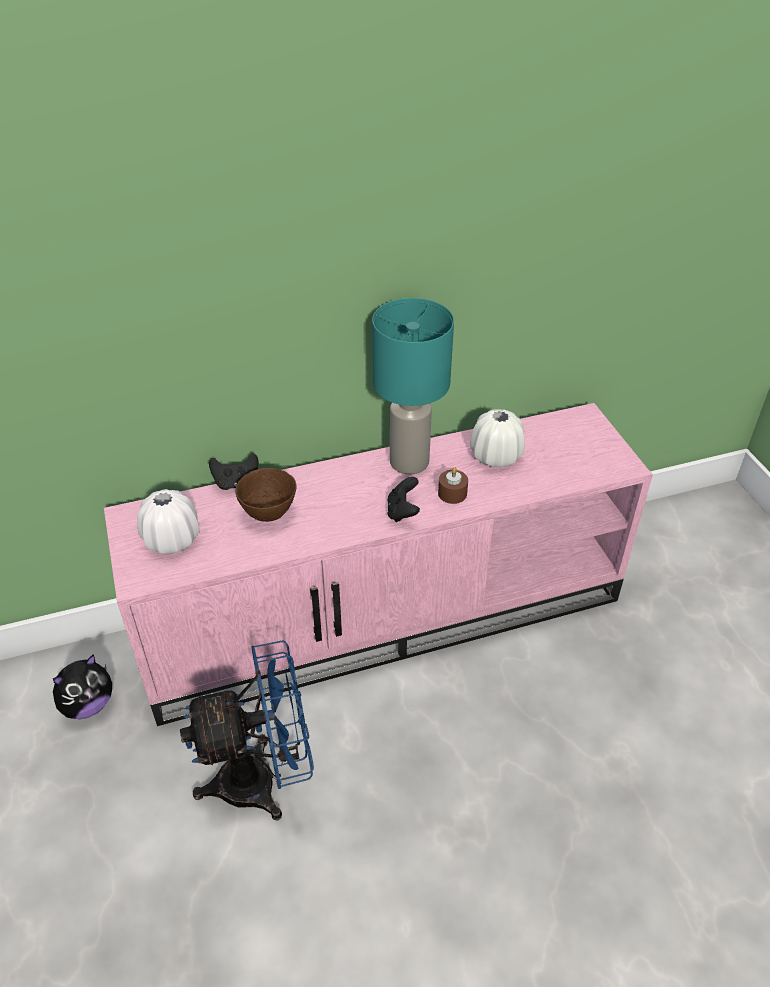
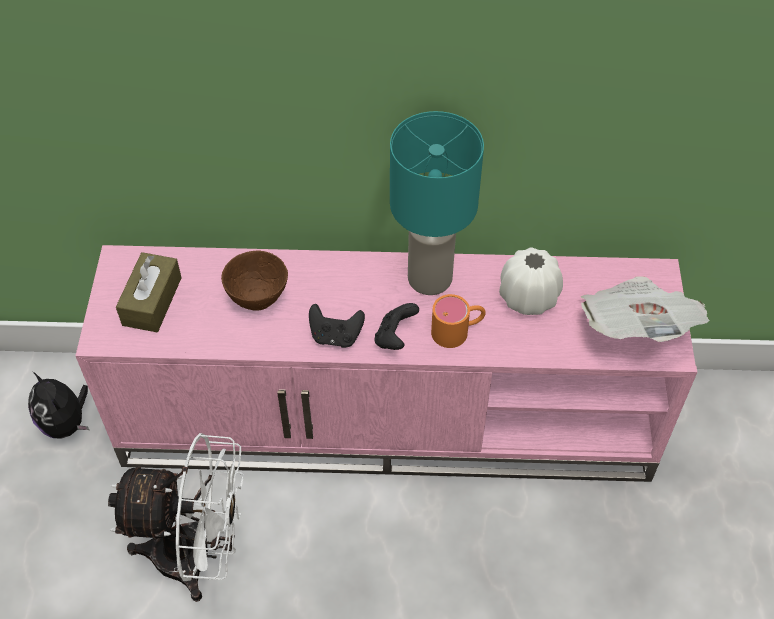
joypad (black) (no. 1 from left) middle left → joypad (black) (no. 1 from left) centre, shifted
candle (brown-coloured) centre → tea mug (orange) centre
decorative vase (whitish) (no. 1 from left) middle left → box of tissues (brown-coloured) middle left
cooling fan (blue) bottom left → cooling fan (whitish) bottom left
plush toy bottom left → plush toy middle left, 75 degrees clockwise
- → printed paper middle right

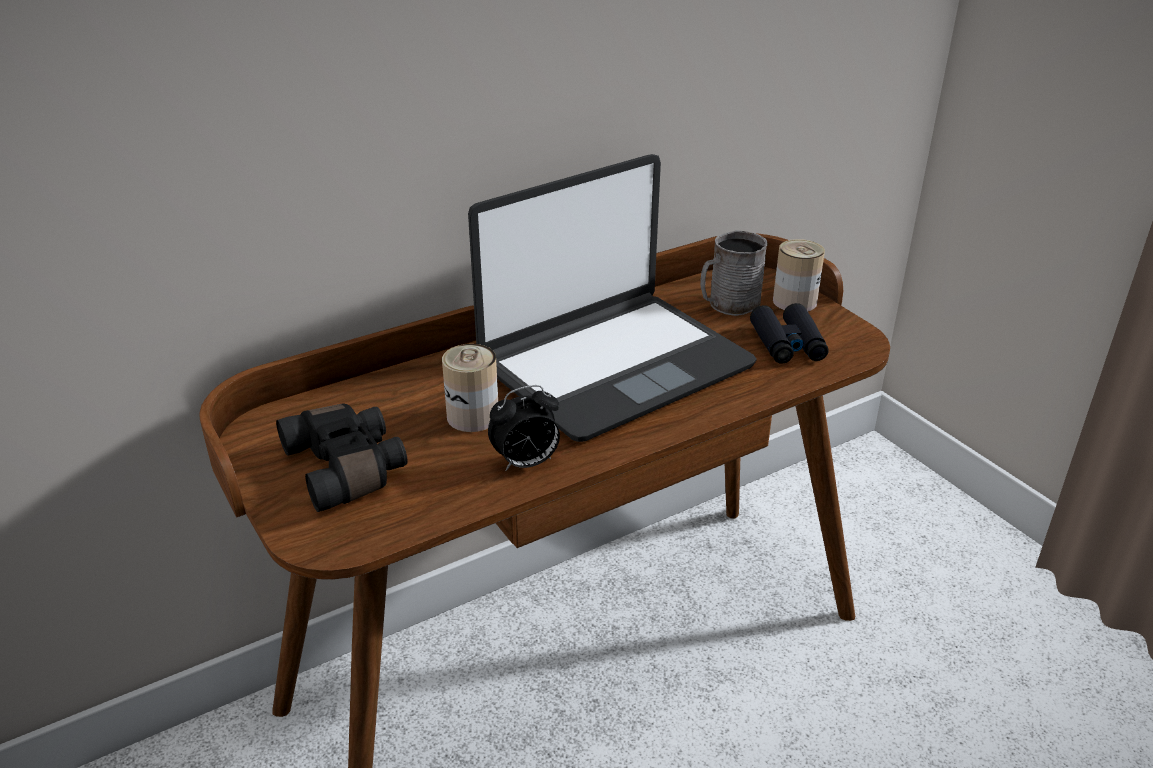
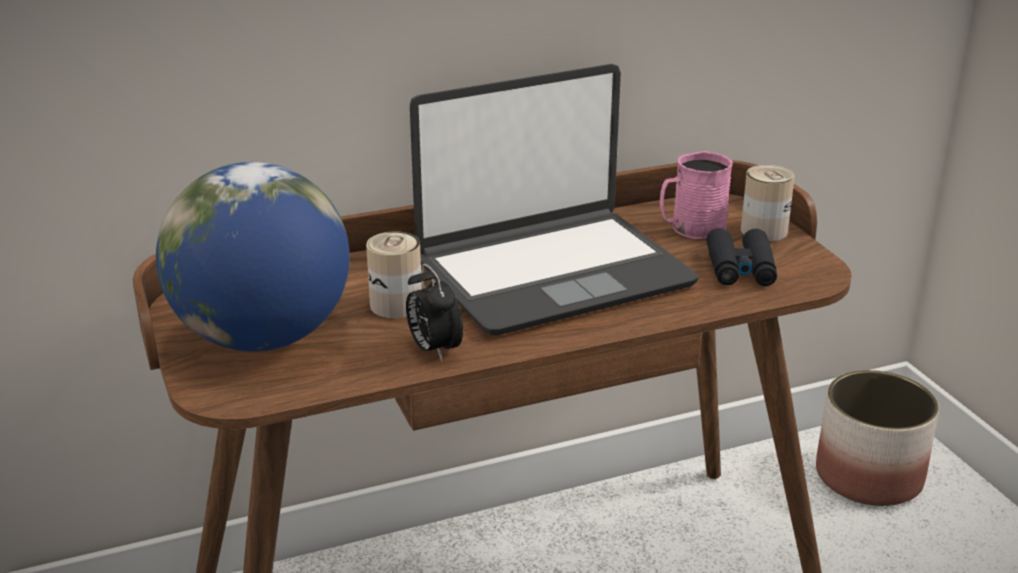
tea mug (greyish) centre → tea mug (pink) middle right
alarm clock centre, 75 degrees clockwise
field glasses (black) (no. 1 from left) middle left → desk globe middle left
- → planter bottom right

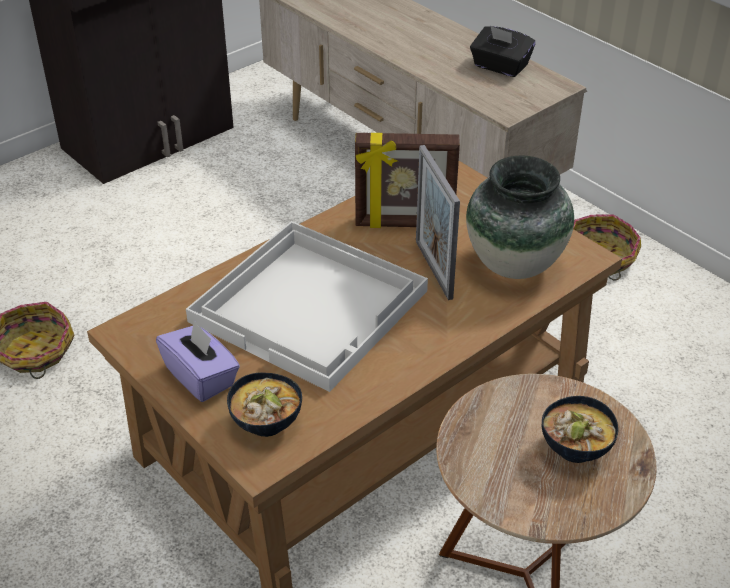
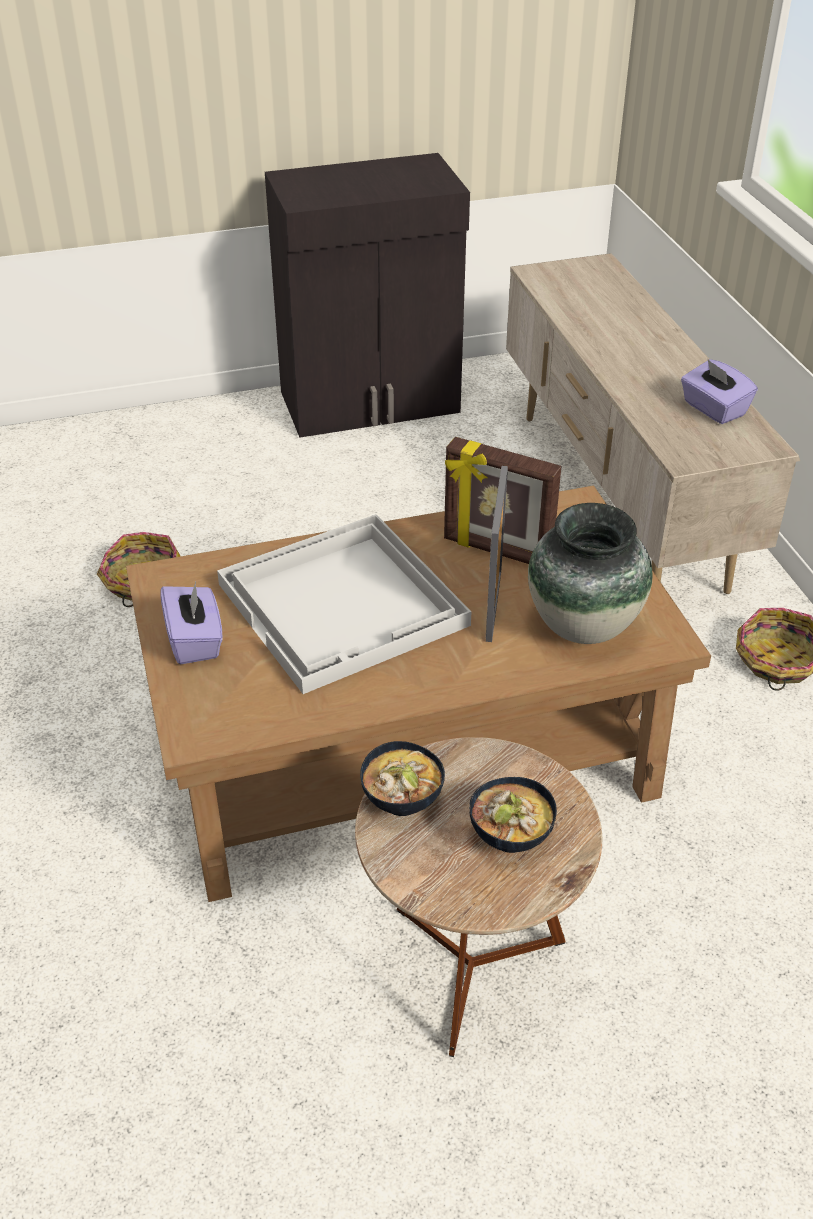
box of tissues (black) top right → box of tissues (purplish) (no. 2 from left) top right
serving bowl (no. 1 from left) bottom centre → serving bowl (no. 1 from left) centre, shifted

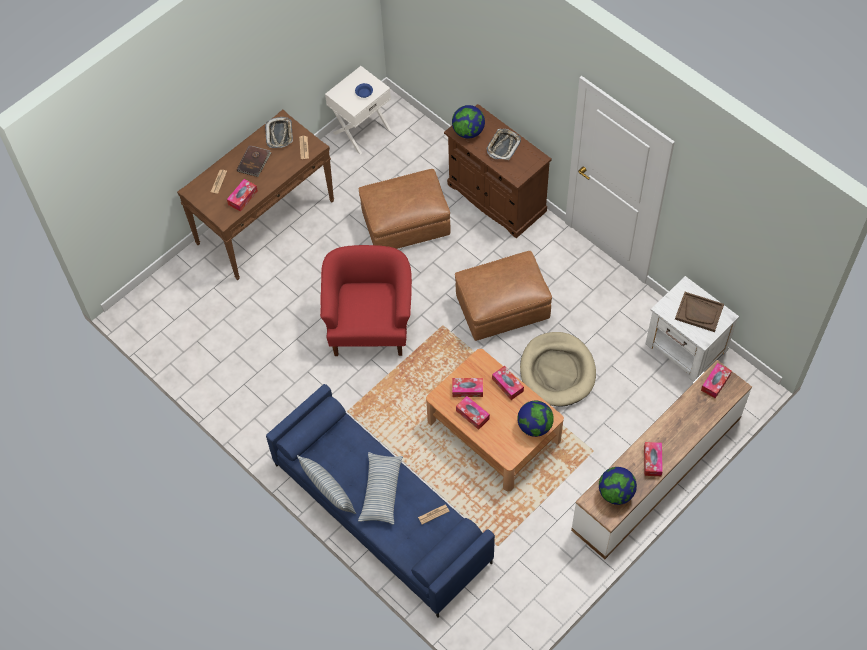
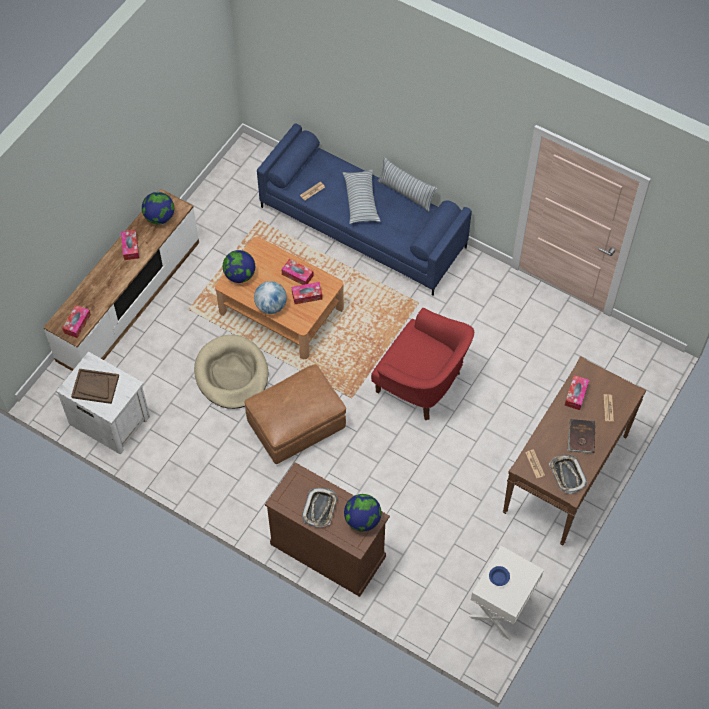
pouffe (brown-coloured) (no. 1 from left) top centre → -
easy chair (reddish) centre, 45 degrees counterclockwise
box of tissues (no. 4 from left) centre → desk globe (no. 3 from left) centre

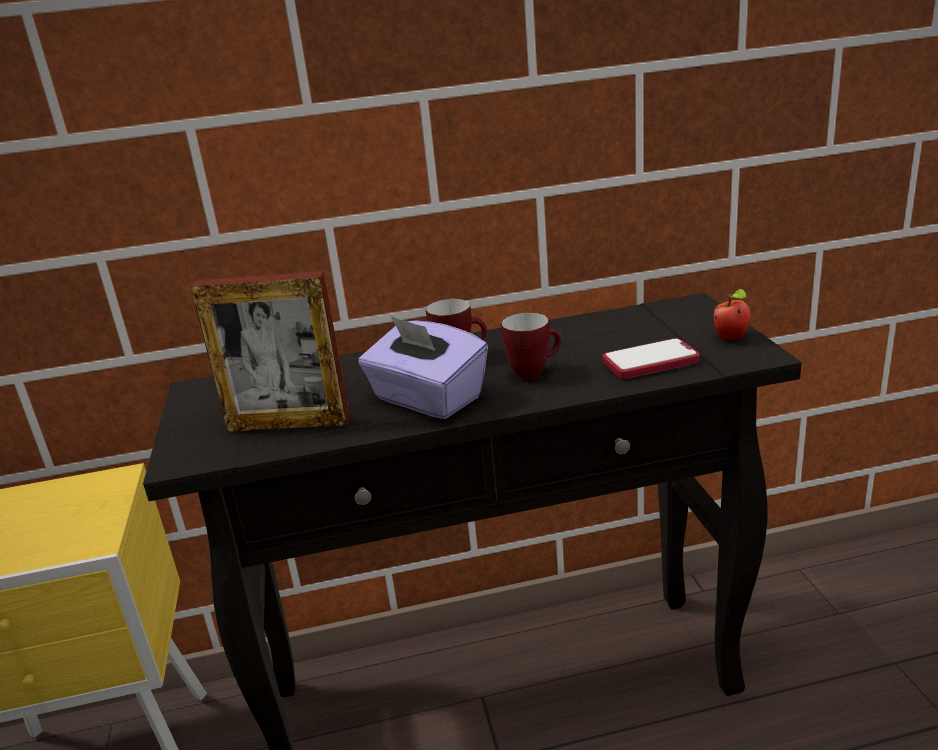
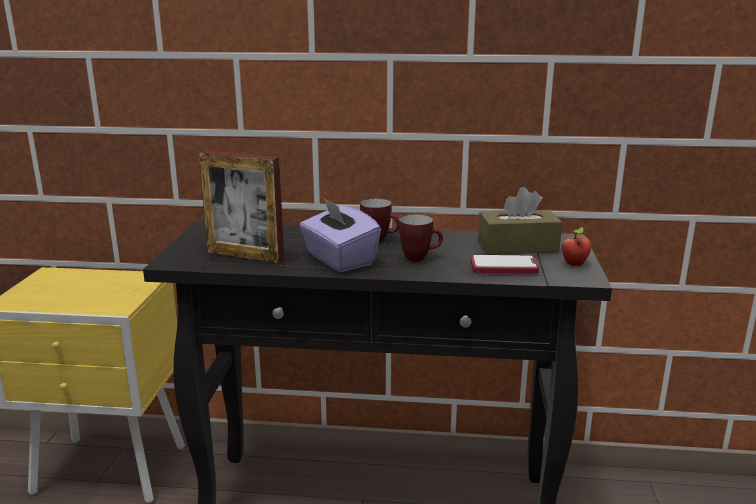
- → box of tissues (brown-coloured) middle right

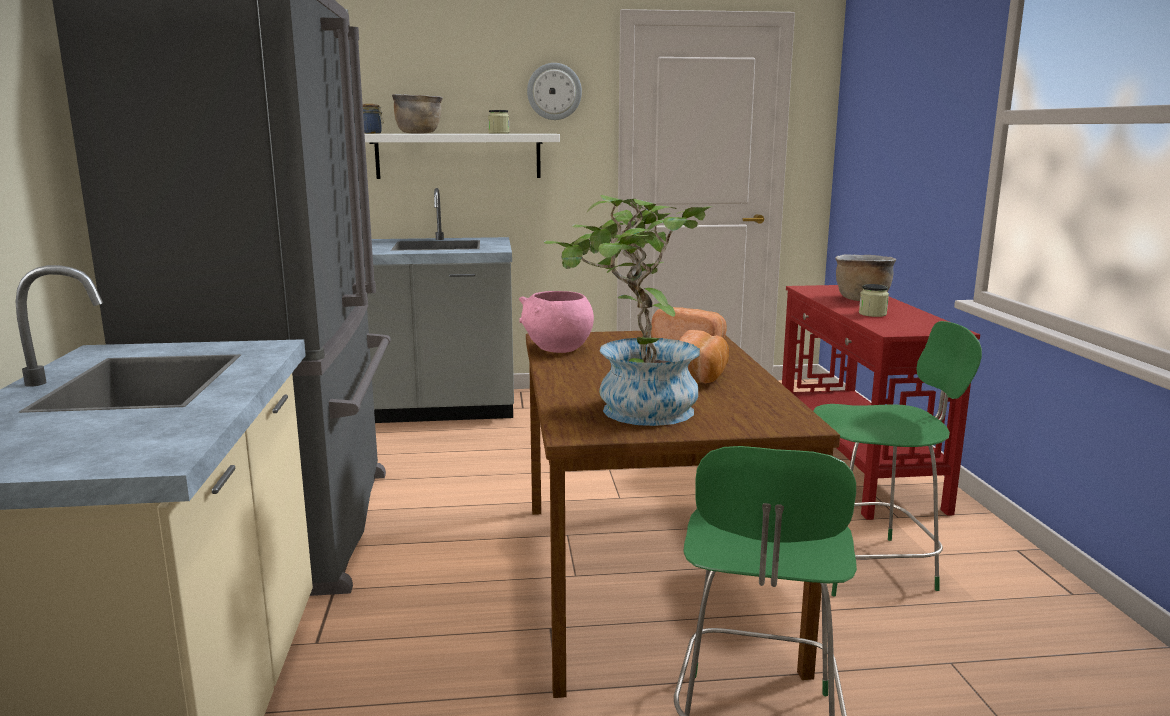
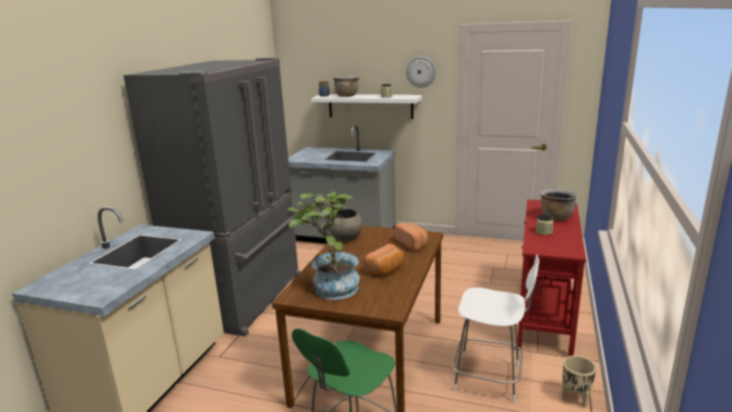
serving bowl (pink) centre → serving bowl (greyish) centre
chair (greenish) (no. 2 from left) middle right → chair (whitish) bottom right
- → planter (beige-coloured) bottom right

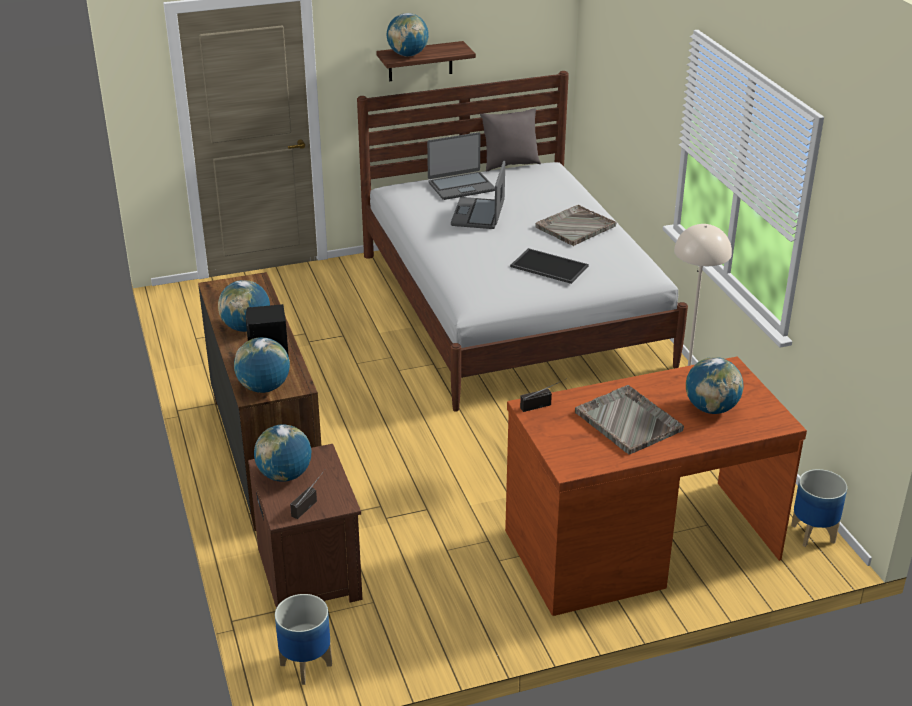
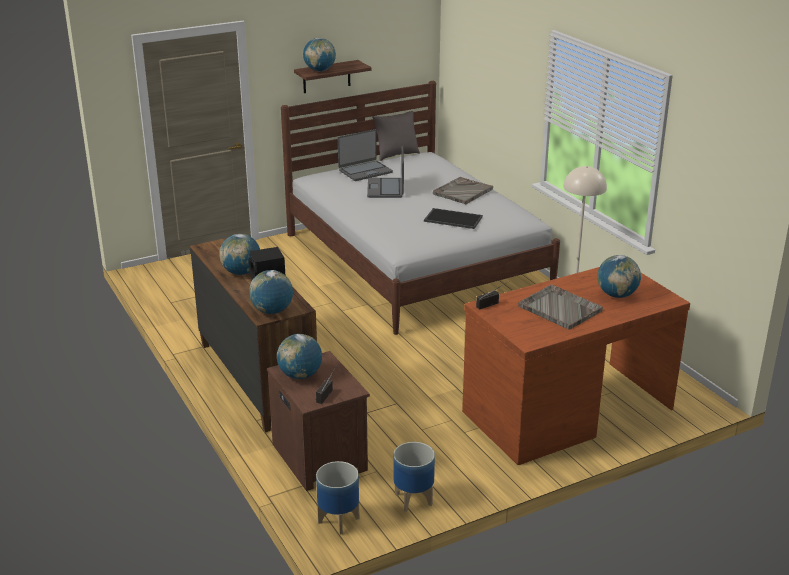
planter (no. 2 from left) bottom right → planter (no. 2 from left) bottom centre, shifted

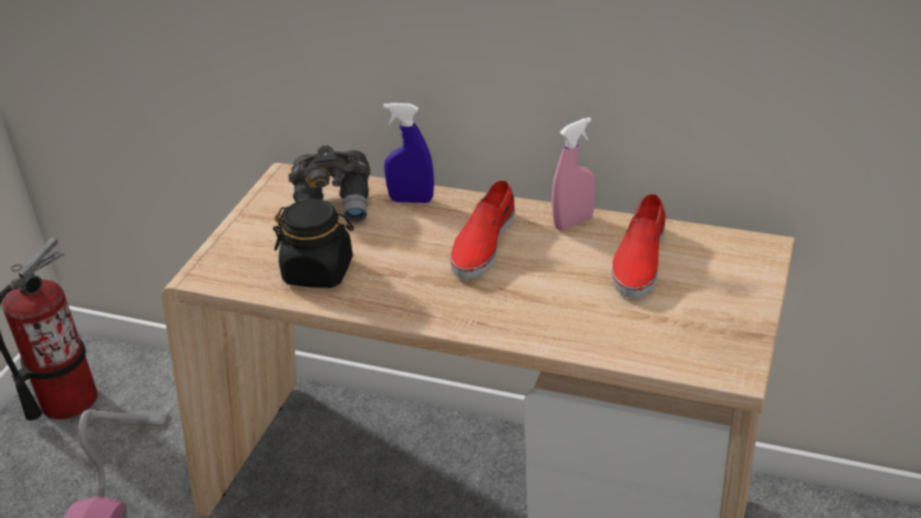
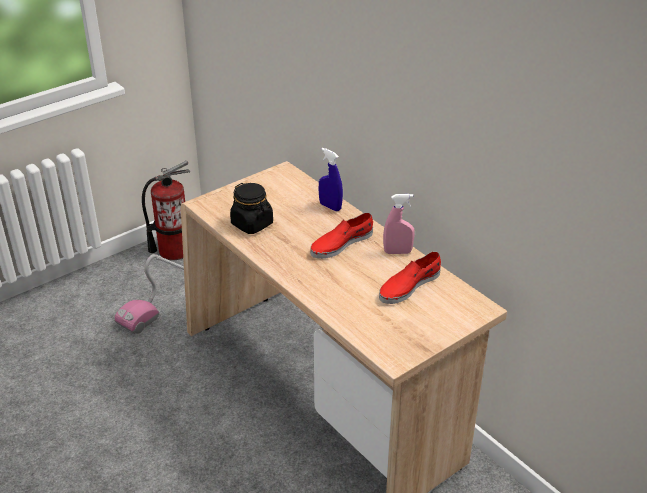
field glasses (greyish) centre → -

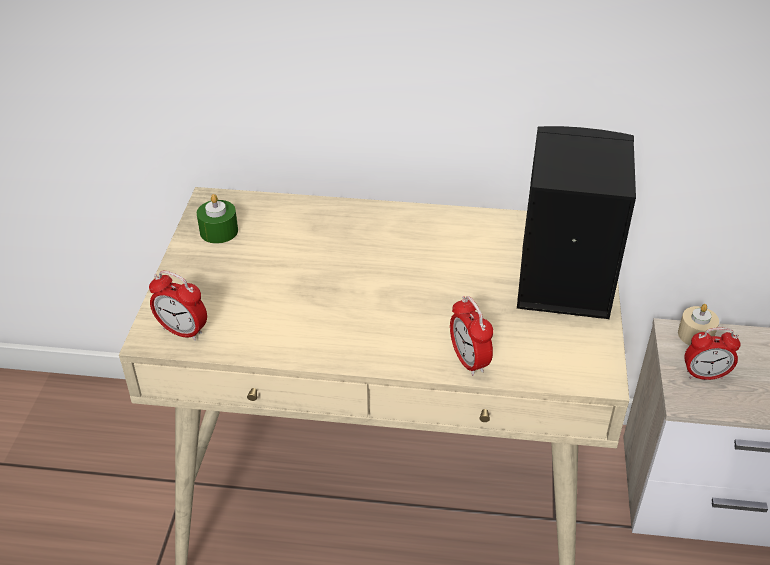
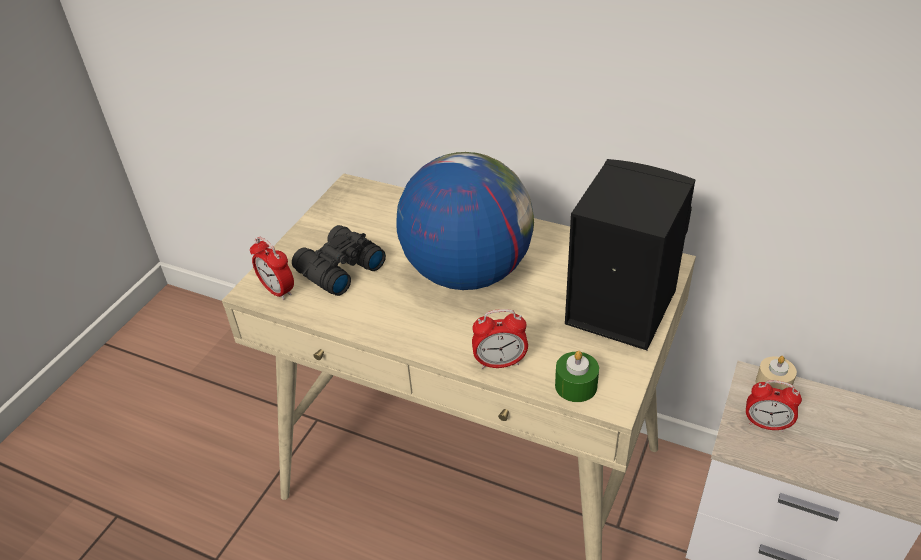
candle (greenish) middle left → candle (greenish) bottom centre, shifted
alarm clock (no. 2 from left) centre, 90 degrees counterclockwise
- → desk globe centre
- → field glasses (black) centre

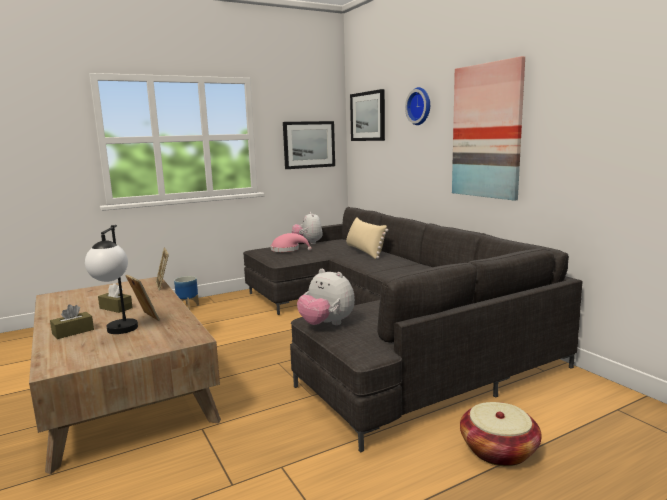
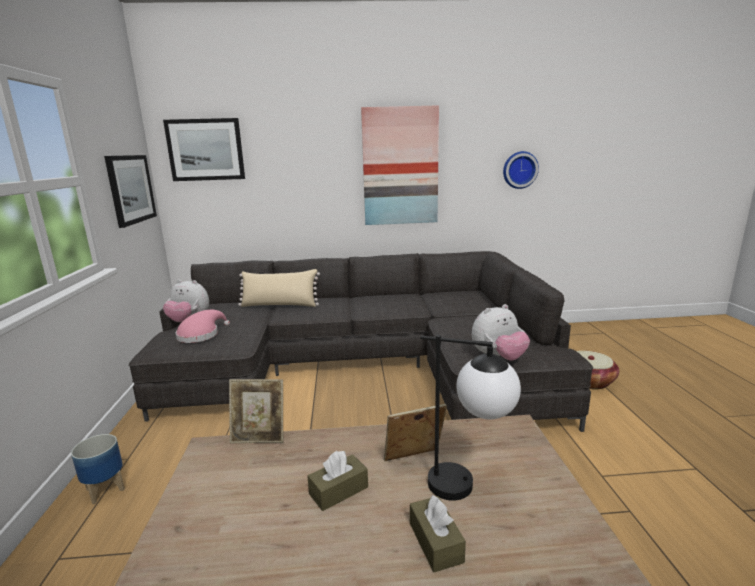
wall clock top centre → wall clock top right, shifted

